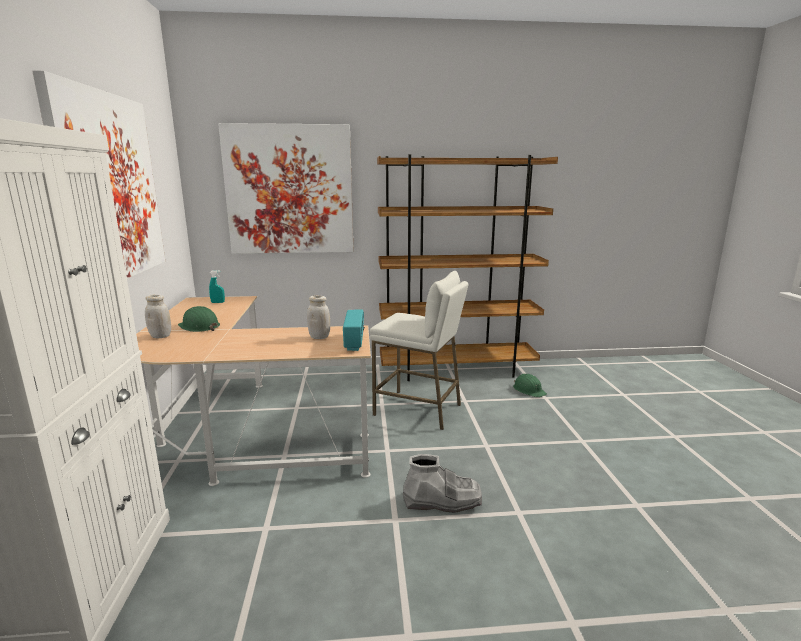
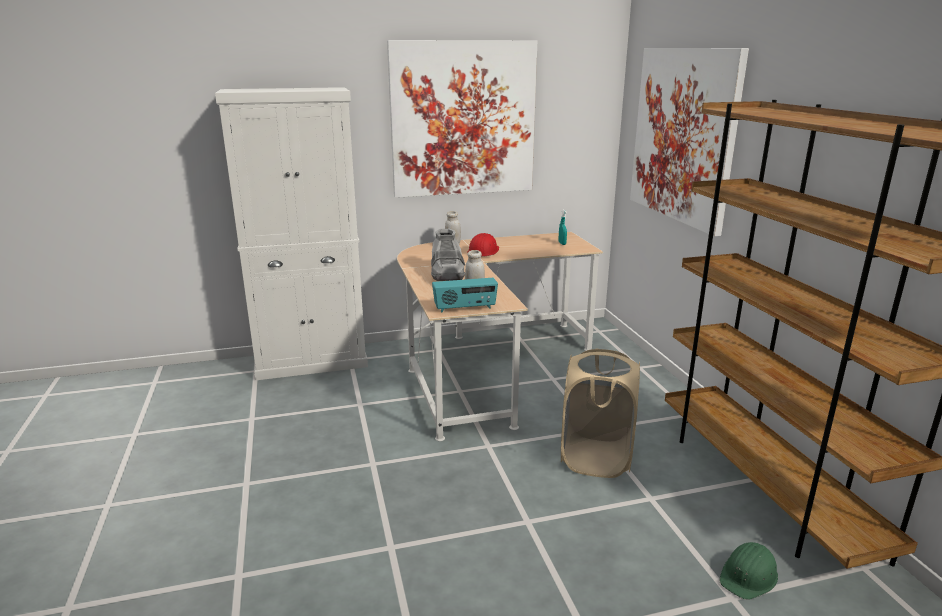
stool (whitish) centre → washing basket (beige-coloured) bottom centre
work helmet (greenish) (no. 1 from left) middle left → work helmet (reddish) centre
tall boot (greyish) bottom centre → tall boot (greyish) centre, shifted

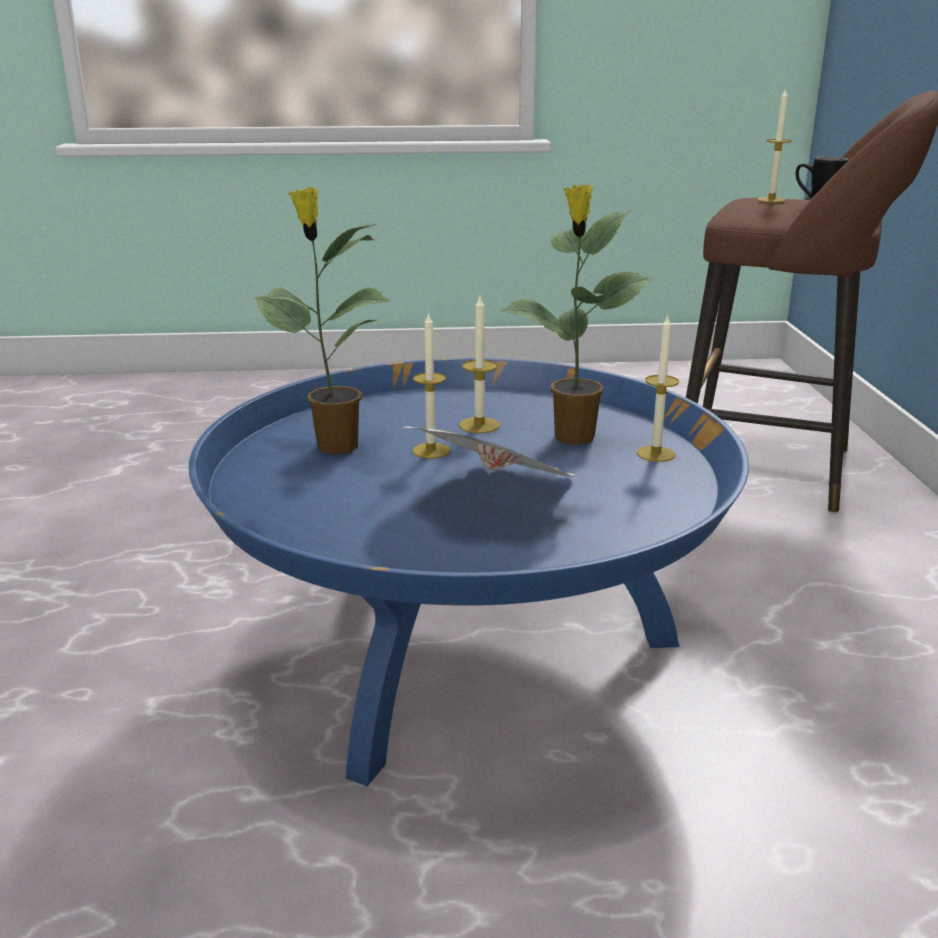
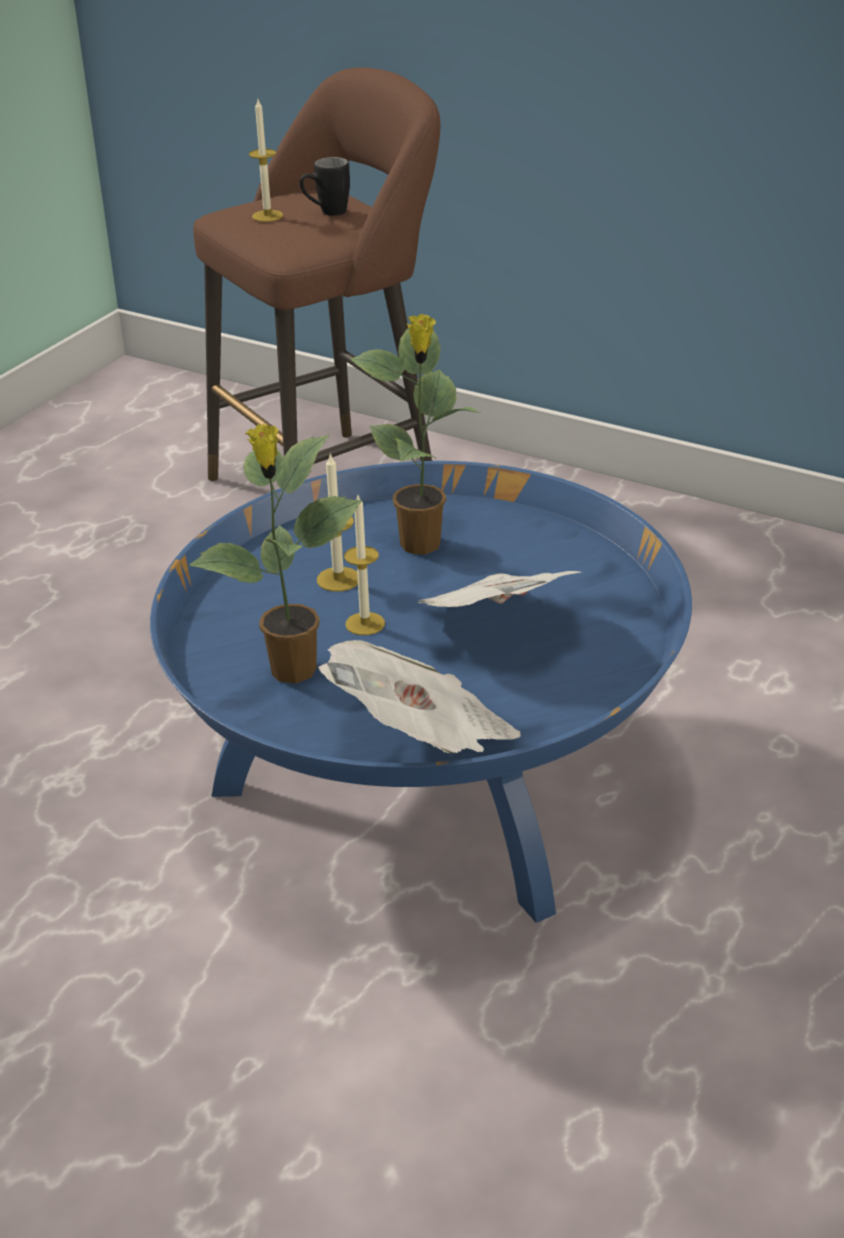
candle (no. 3 from left) middle right → -
- → printed paper (no. 1 from left) centre

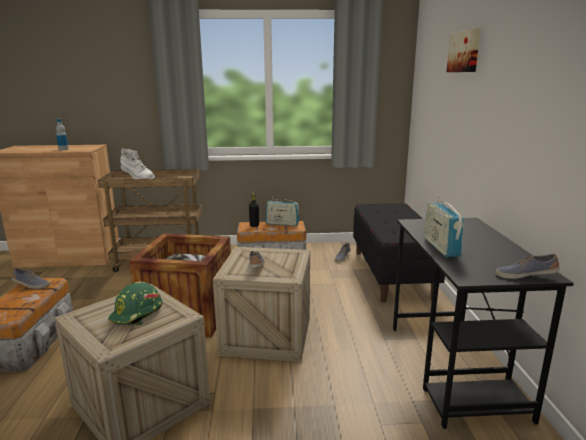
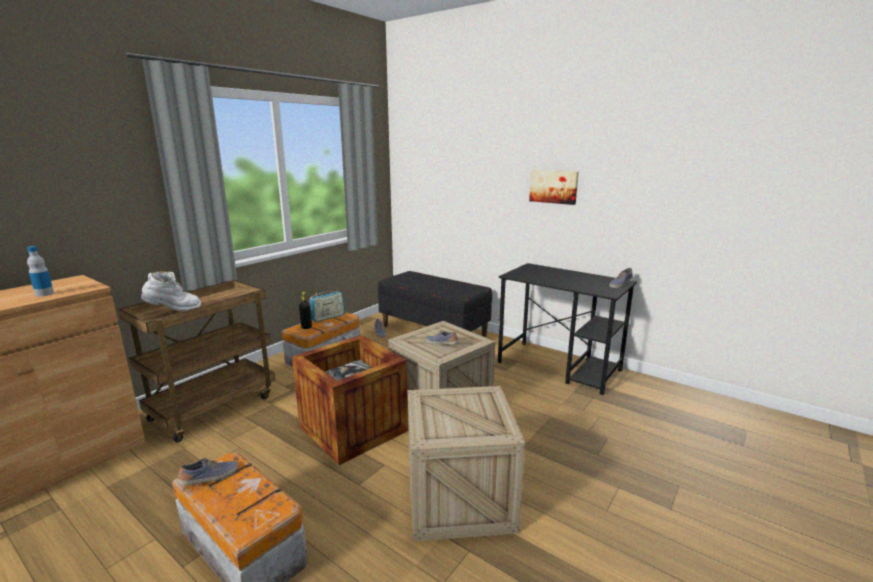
wall art top right → wall art top centre, shifted
radio receiver (no. 2 from left) middle right → -
work helmet (greenish) bottom left → -

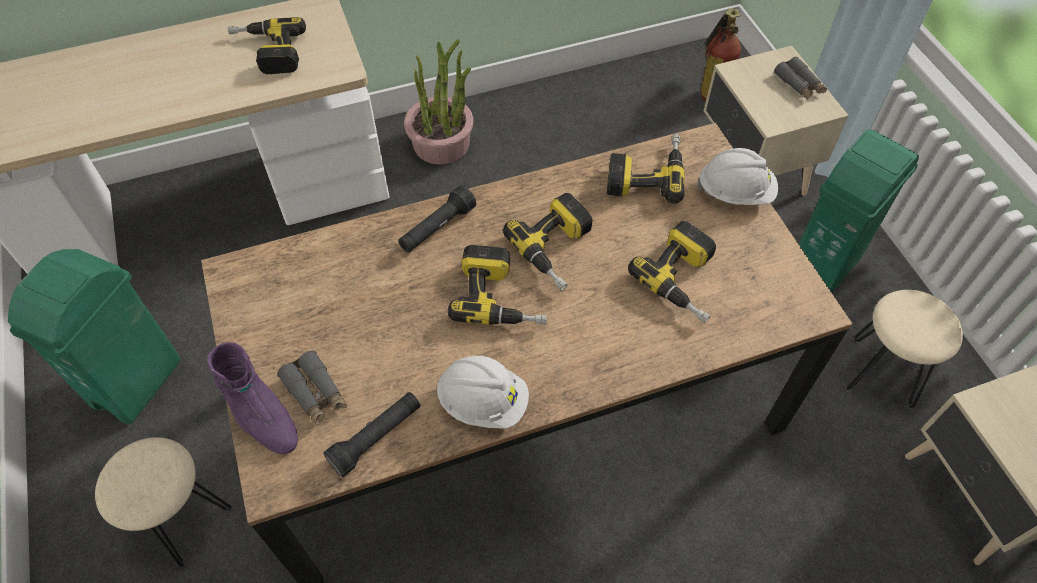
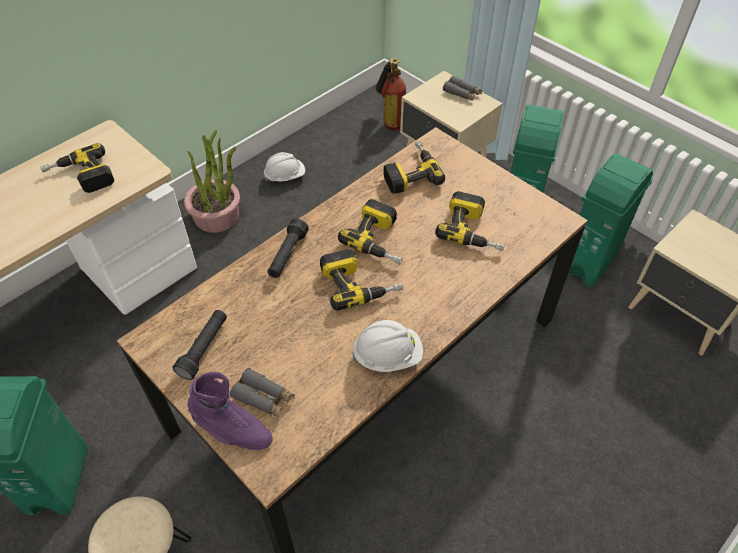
work helmet (whitish) (no. 2 from left in the first image) top right → work helmet (whitish) (no. 1 from left) top centre, shifted
stool (beige-coloured) (no. 2 from left) middle right → trash can (greenish) (no. 3 from left) middle right
flashlight (black) (no. 1 from left) bottom centre → flashlight (black) (no. 1 from left) middle left, shifted

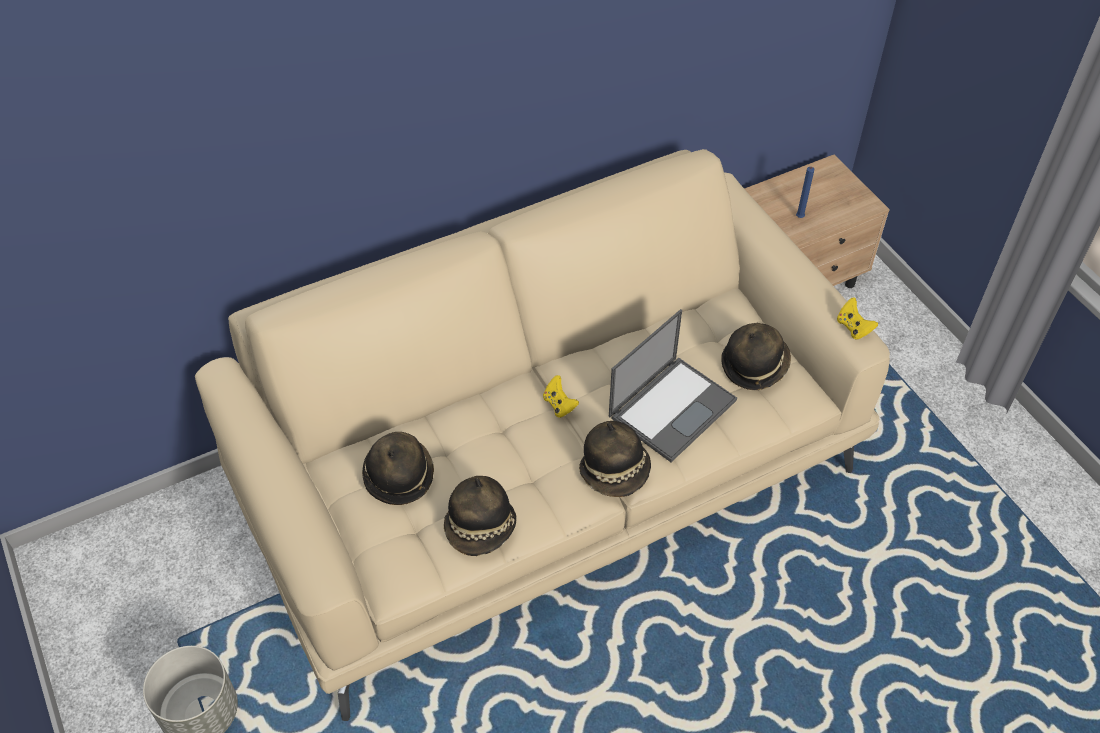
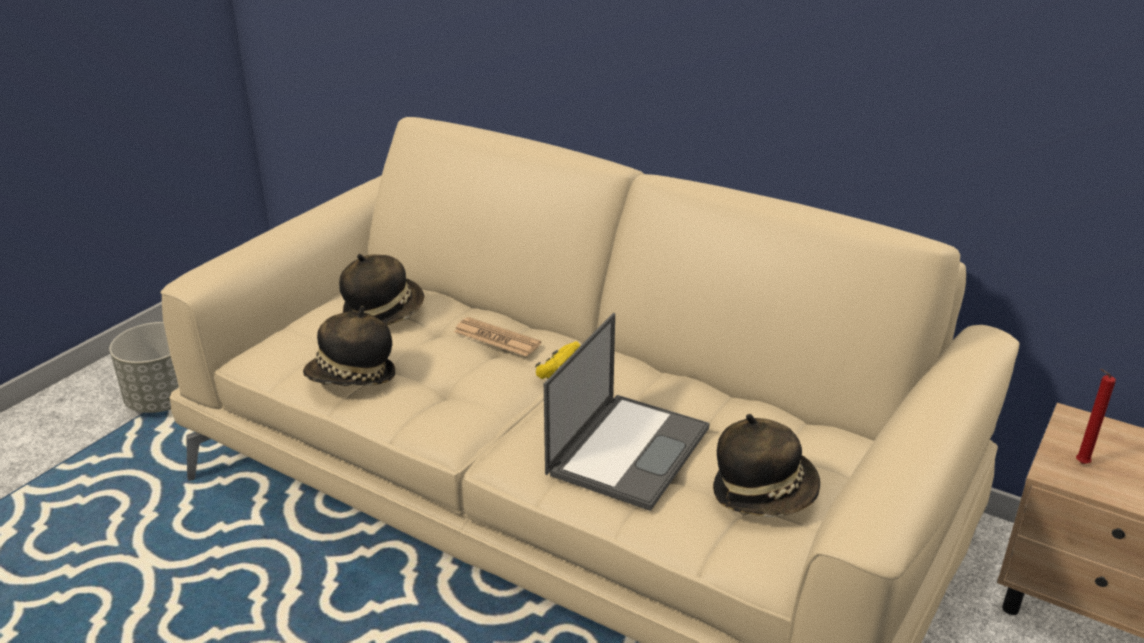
candle (blue) top right → candle (reddish) middle right
joypad (yellow) (no. 2 from left) middle right → -
notebook computer centre, 75 degrees counterclockwise
hat (no. 3 from left) centre → -
- → printed paper centre

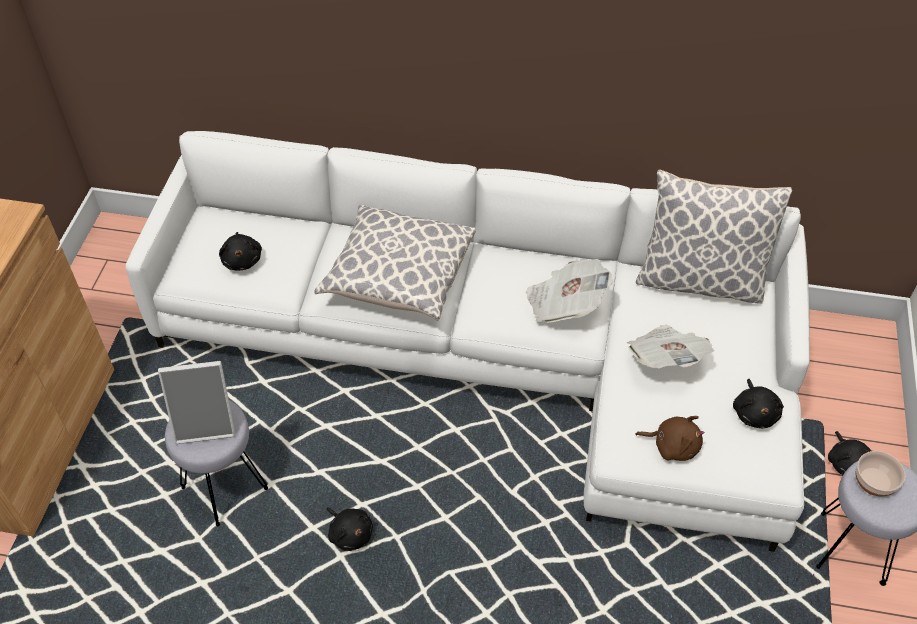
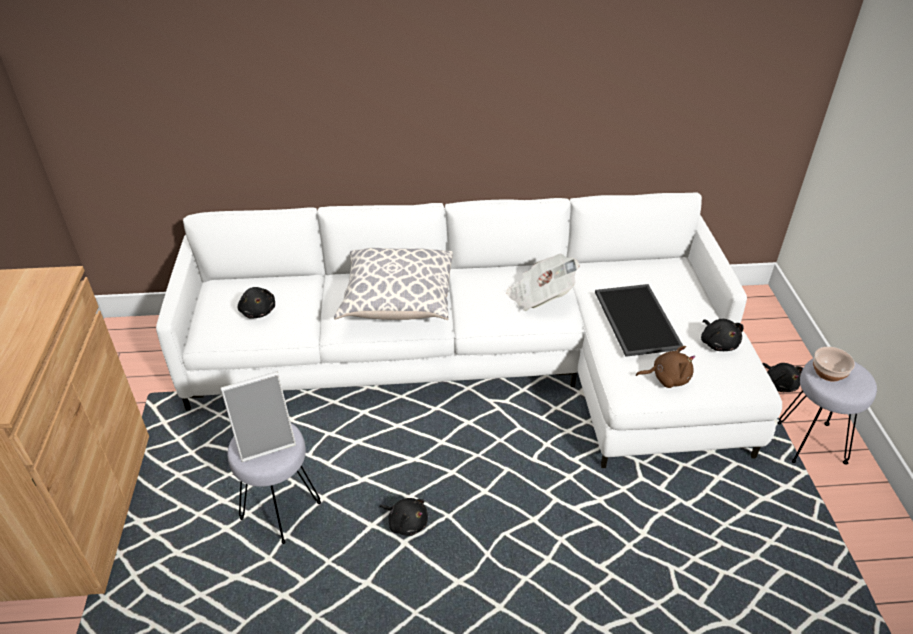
throw pillow (no. 2 from left) middle right → -
printed paper (no. 2 from left) middle right → serving tray middle right

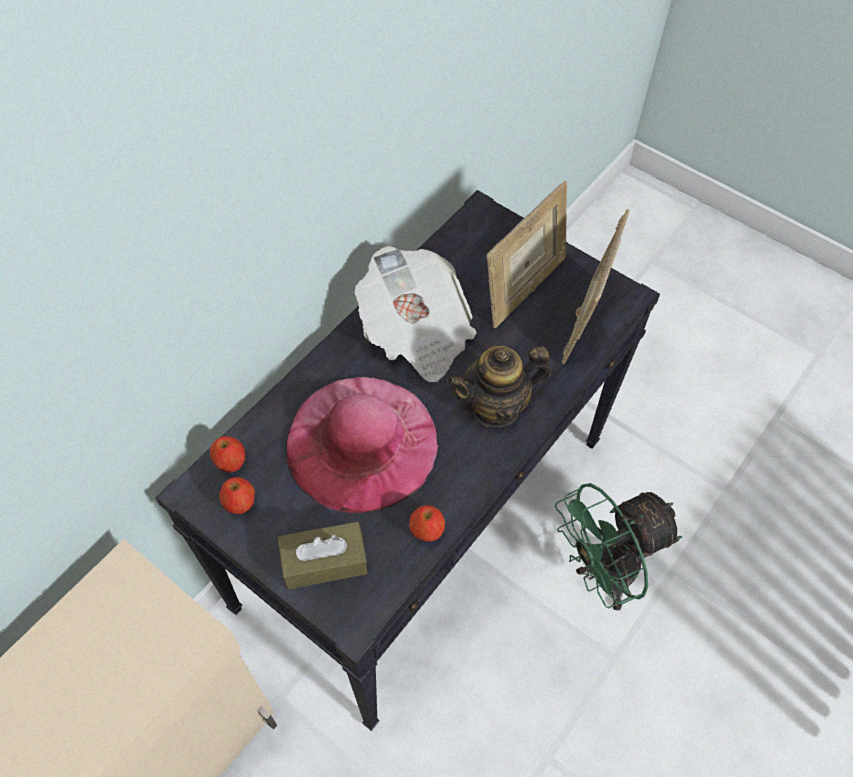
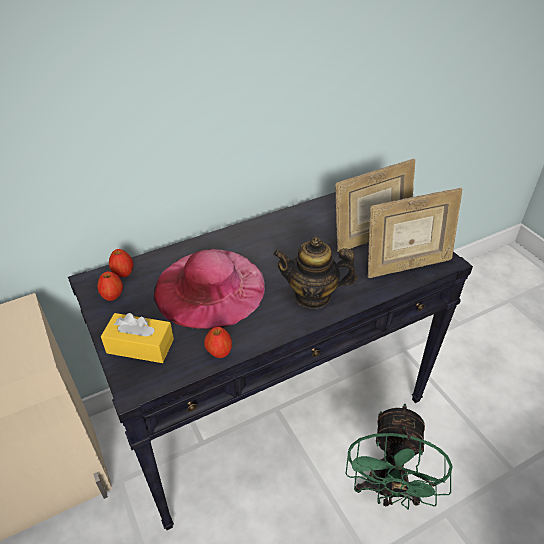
picture frame (no. 2 from left) middle right, 150 degrees counterclockwise
printed paper centre → -
cooling fan (greenish) bottom right, 75 degrees counterclockwise
box of tissues (brown-coloured) bottom centre → box of tissues (yellow) middle left

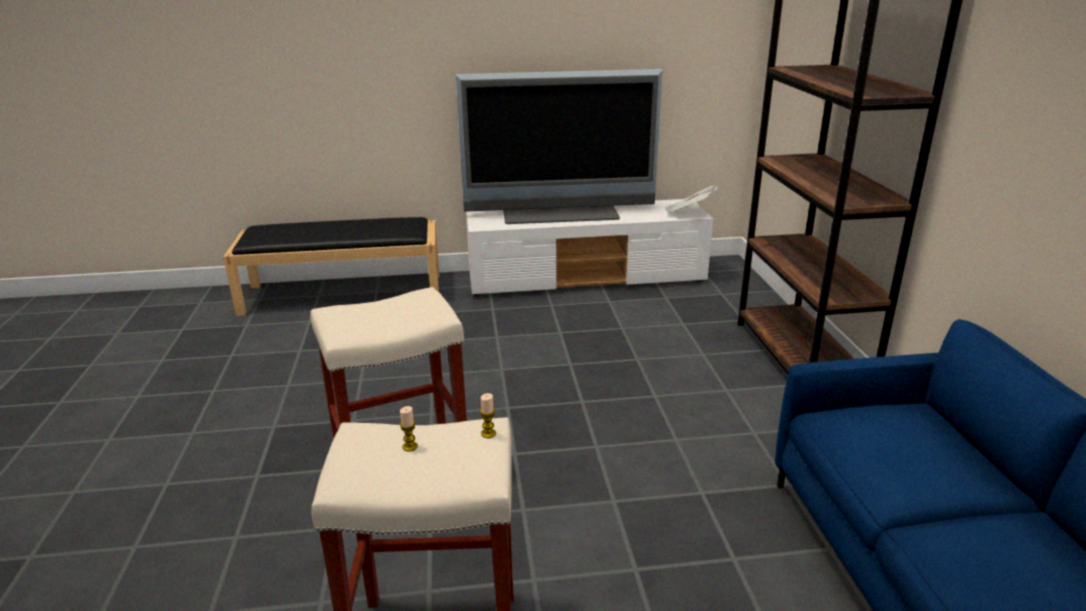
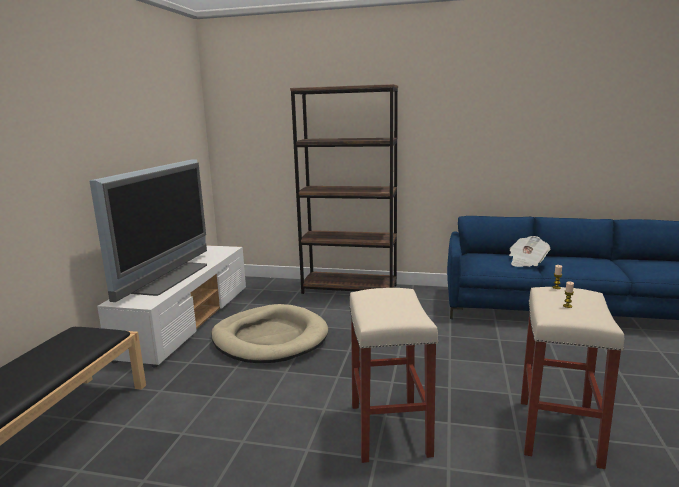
printed paper top centre → printed paper middle right, shifted
- → dog cushion (beige-coloured) bottom centre

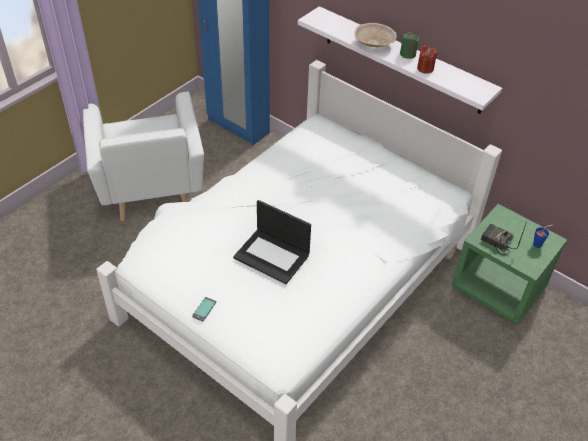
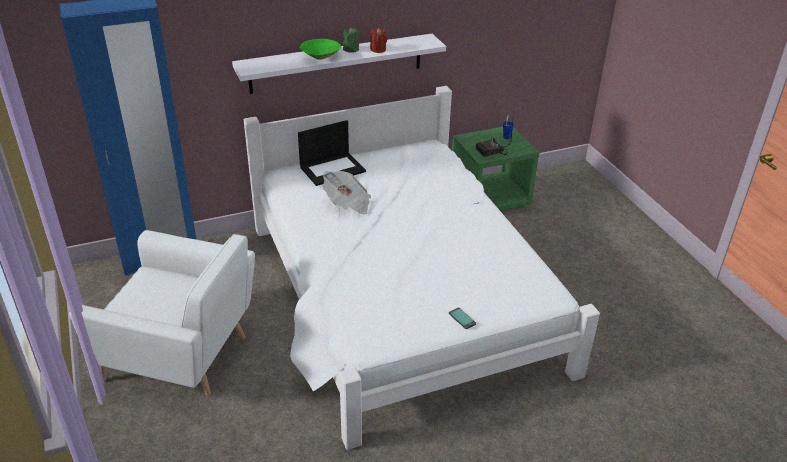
serving bowl (beige-coloured) top centre → serving bowl (greenish) top centre
notebook computer centre → notebook computer top centre, shifted
- → printed paper centre

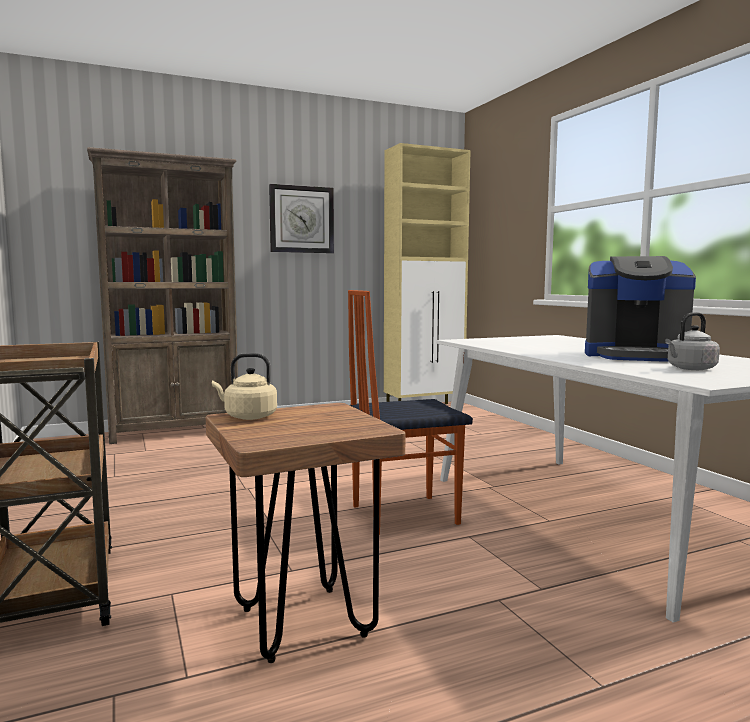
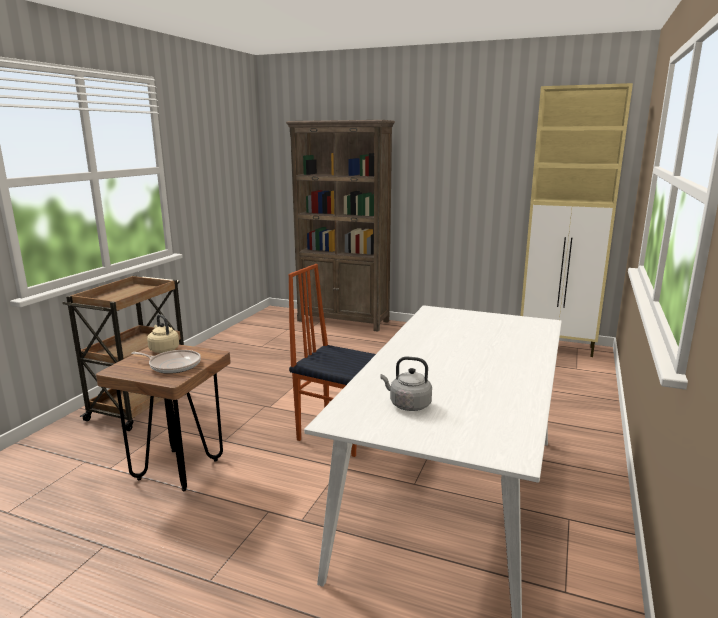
wall clock top centre → -
coffee maker middle right → -
- → pan middle left

